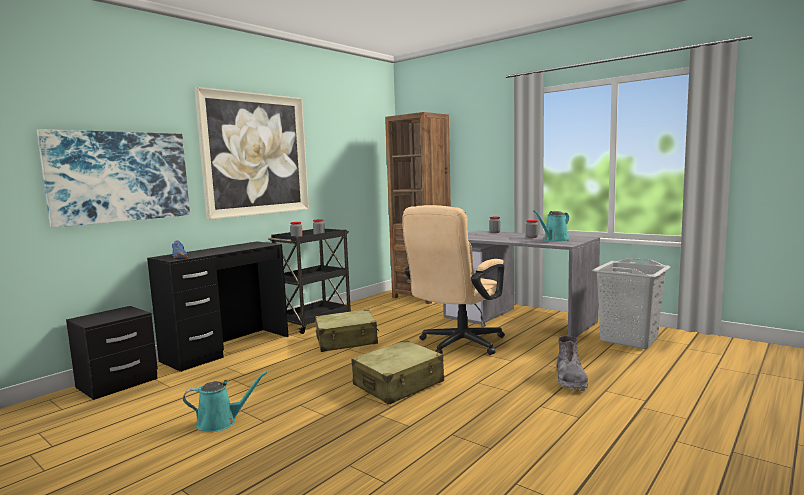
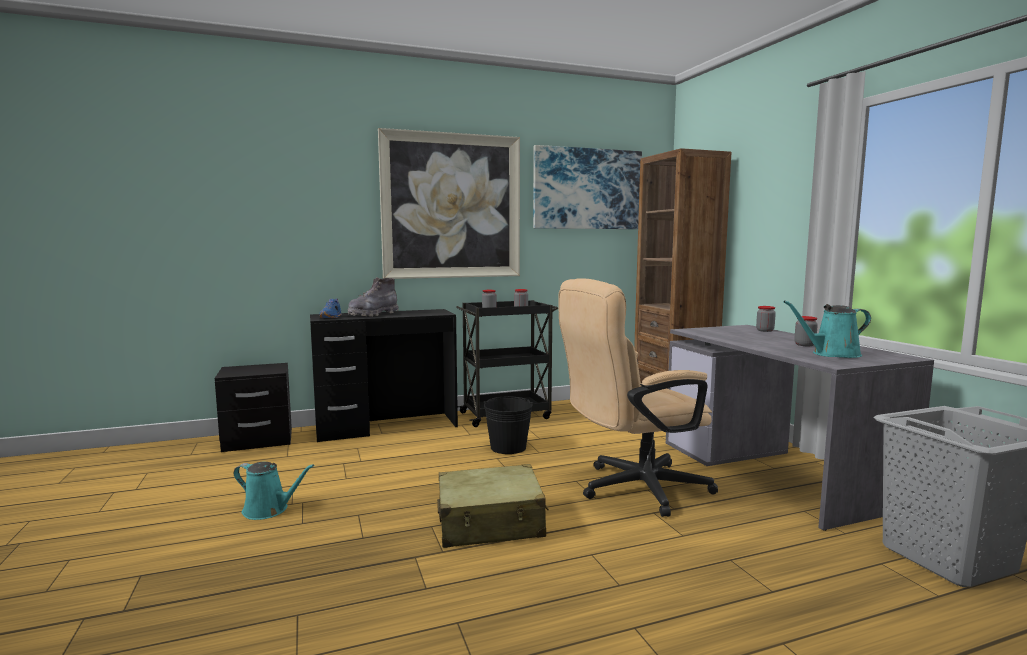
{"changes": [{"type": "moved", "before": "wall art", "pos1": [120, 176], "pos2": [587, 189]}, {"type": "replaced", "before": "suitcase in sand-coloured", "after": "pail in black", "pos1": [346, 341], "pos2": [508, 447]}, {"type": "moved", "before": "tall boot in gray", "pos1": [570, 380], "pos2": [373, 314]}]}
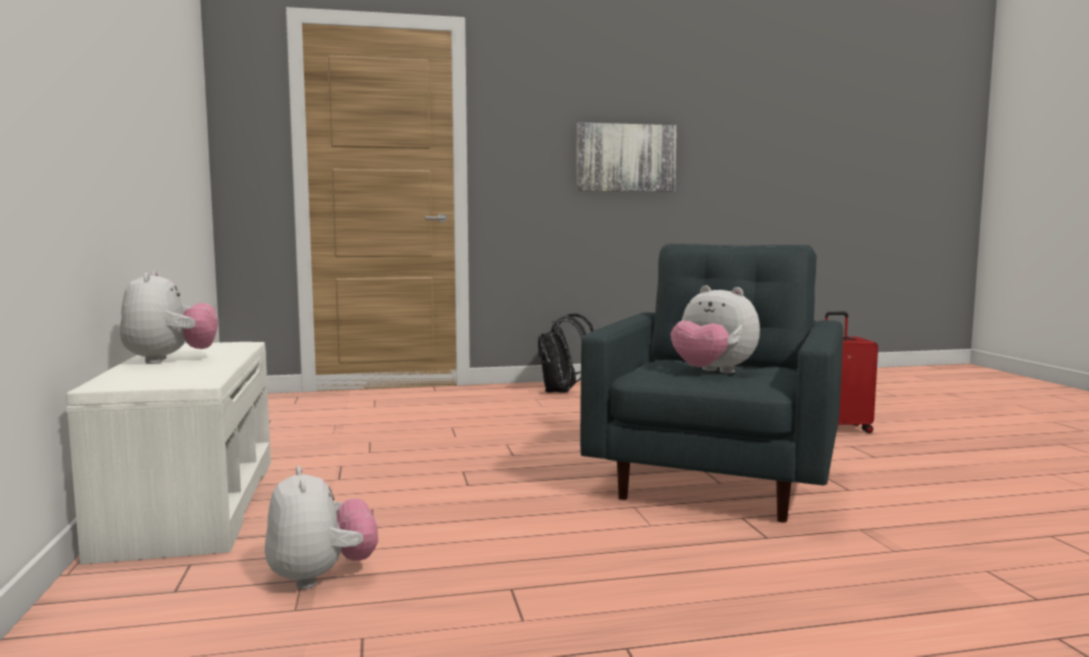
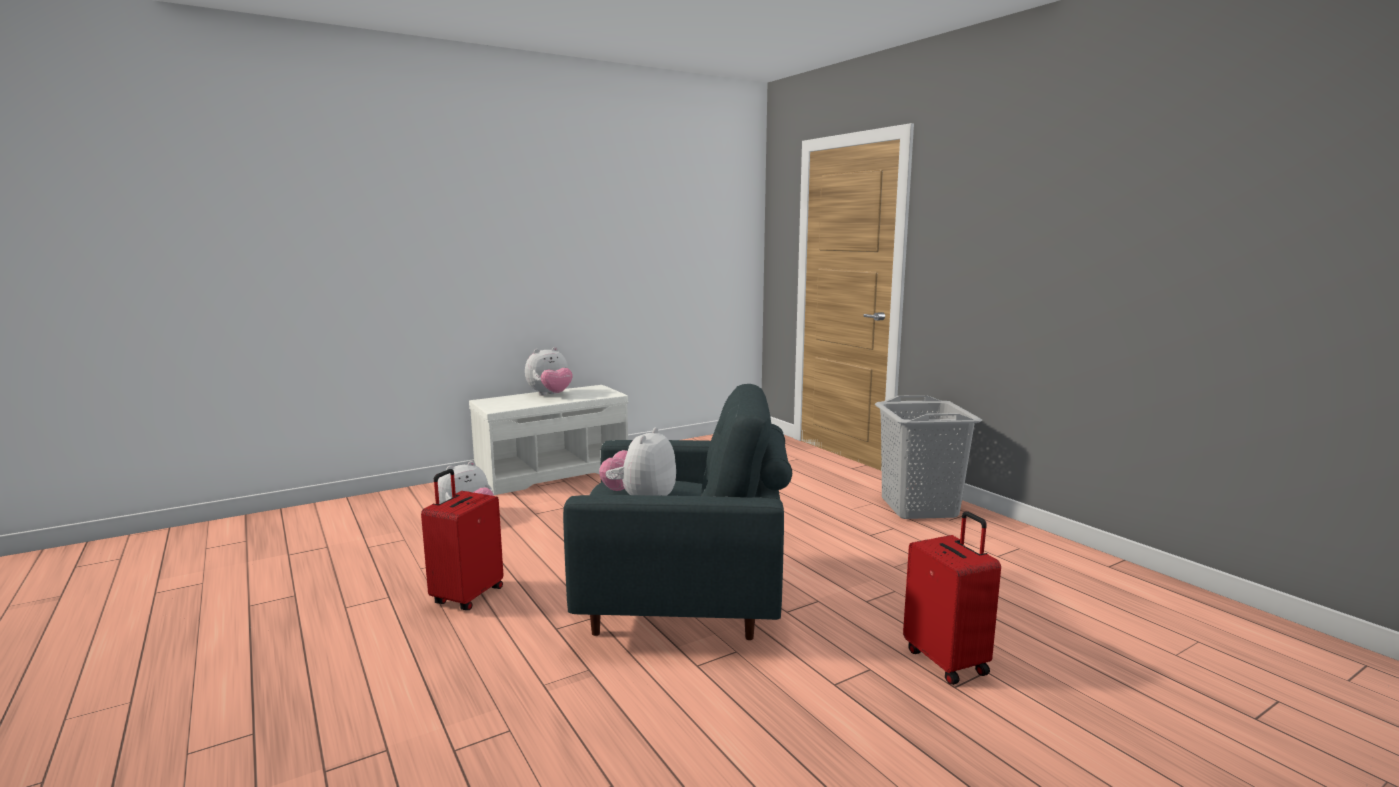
{"changes": [{"type": "removed", "before": "wall art", "pos1": [625, 158]}, {"type": "replaced", "before": "rucksack in black", "after": "hamper in gray", "pos1": [562, 391], "pos2": [918, 508]}, {"type": "added", "after": "suitcase in red-coloured", "pos2": [466, 596]}]}
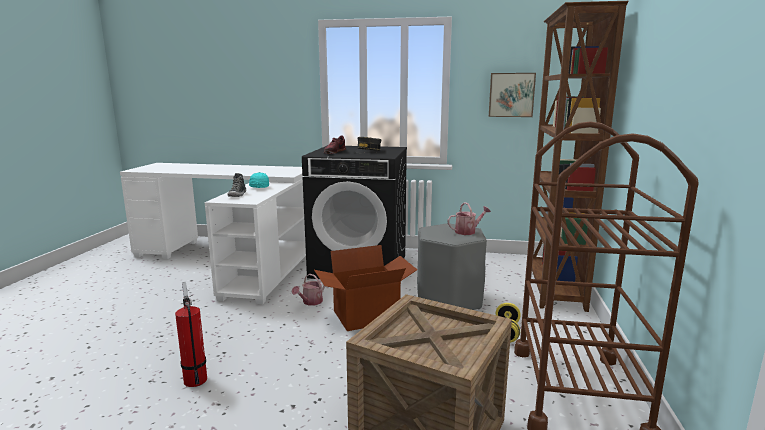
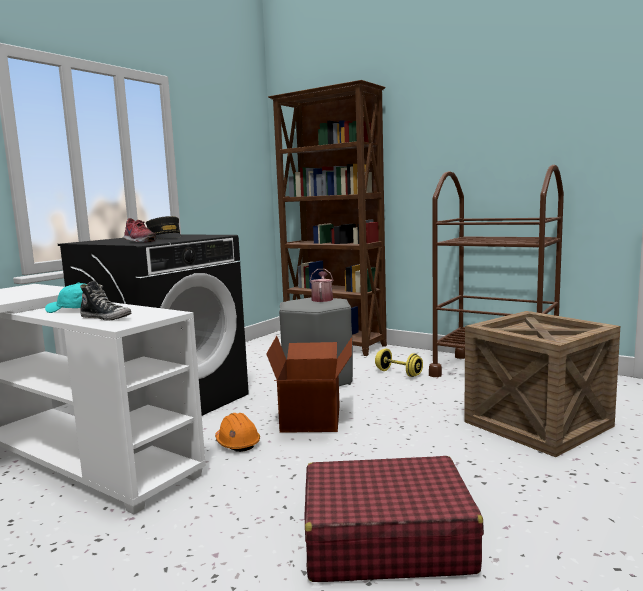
{"changes": [{"type": "removed", "before": "wall art", "pos1": [511, 95]}, {"type": "replaced", "before": "watering can", "after": "safety helmet in orangey", "pos1": [310, 302], "pos2": [237, 443]}, {"type": "replaced", "before": "fire-fighting cylinder", "after": "suitcase in red-coloured", "pos1": [195, 378], "pos2": [385, 539]}]}
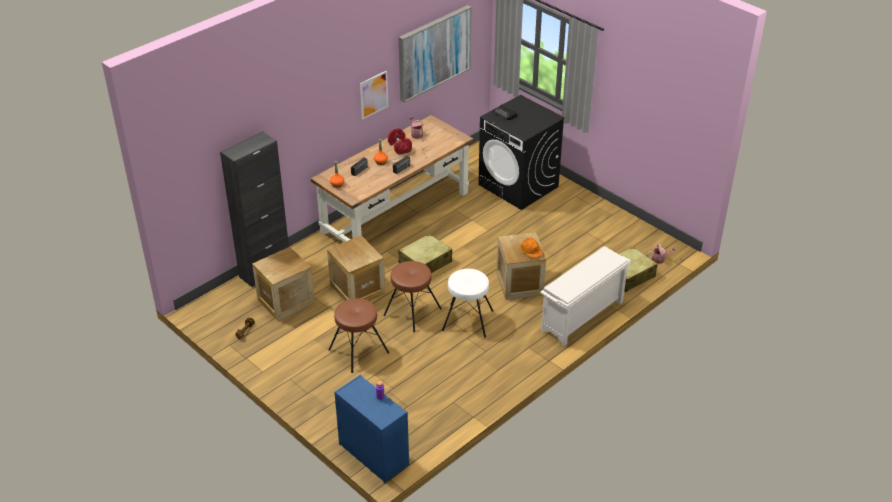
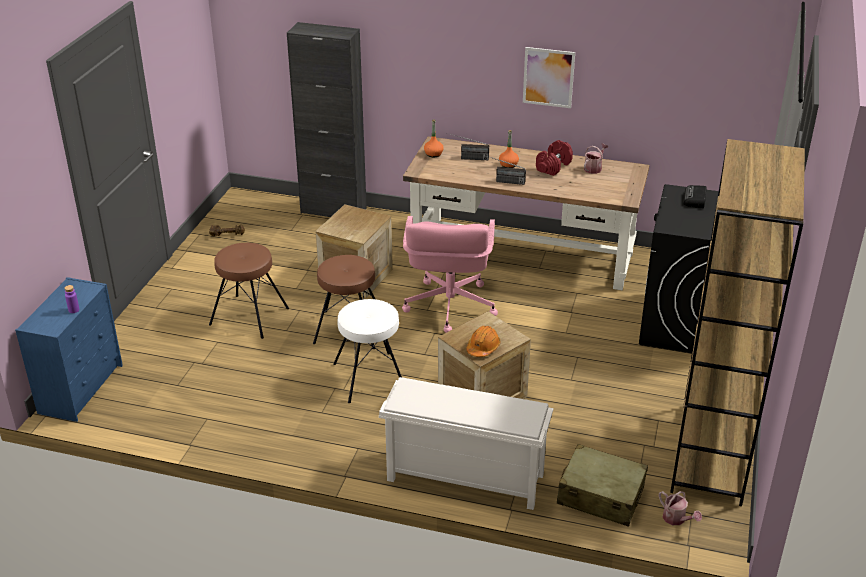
{"changes": [{"type": "removed", "before": "wall art", "pos1": [434, 52]}, {"type": "replaced", "before": "suitcase in sand-coloured", "after": "computer chair in pinkish", "pos1": [425, 263], "pos2": [449, 306]}, {"type": "removed", "before": "crate", "pos1": [286, 301]}, {"type": "added", "after": "bookshelf in brownish", "pos2": [711, 454]}]}
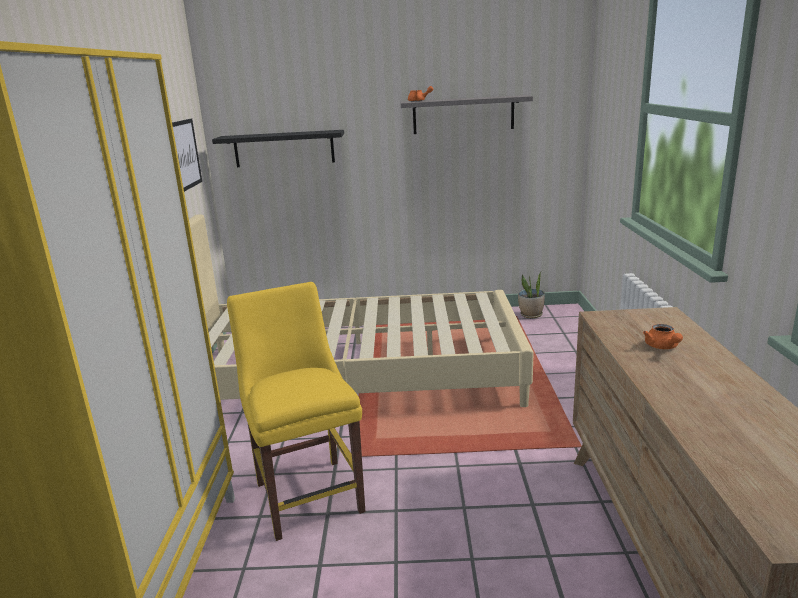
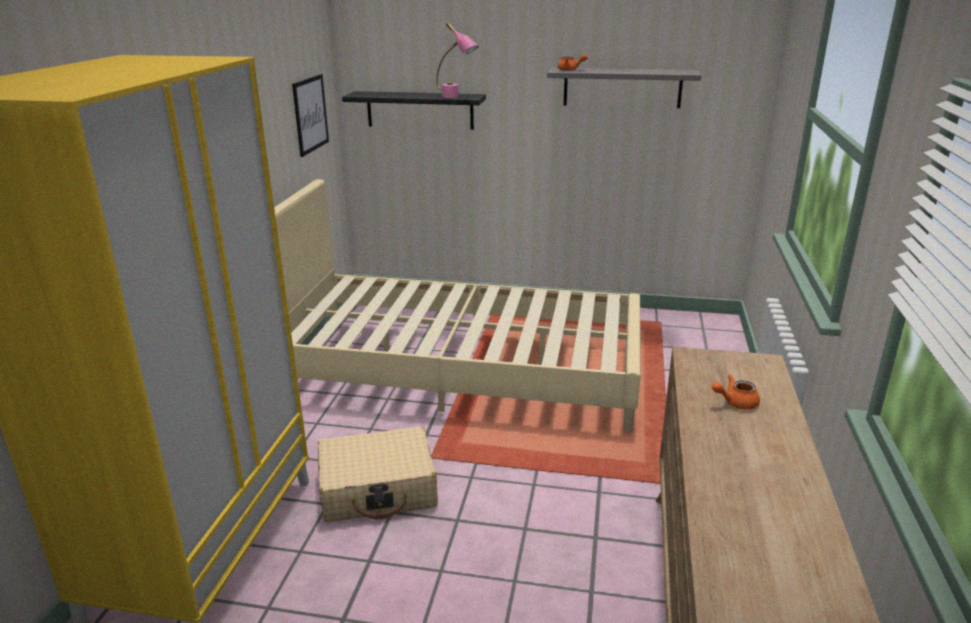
{"changes": [{"type": "removed", "before": "plant in a pot", "pos1": [531, 315]}, {"type": "replaced", "before": "chair in yellow-coloured", "after": "suitcase in sand-coloured", "pos1": [308, 493], "pos2": [378, 488]}, {"type": "turned", "before": "pot for tea in orangey", "pos1": [662, 347], "pos2": [735, 402], "turn": 75}, {"type": "added", "after": "table lamp in pinkish", "pos2": [456, 97]}]}
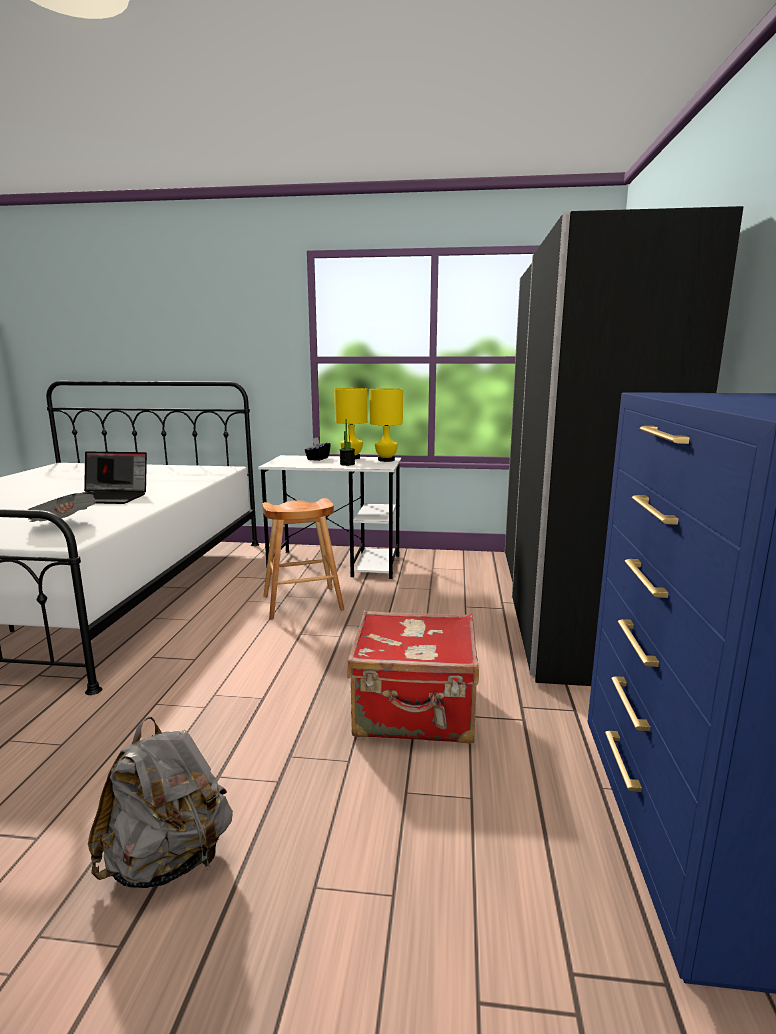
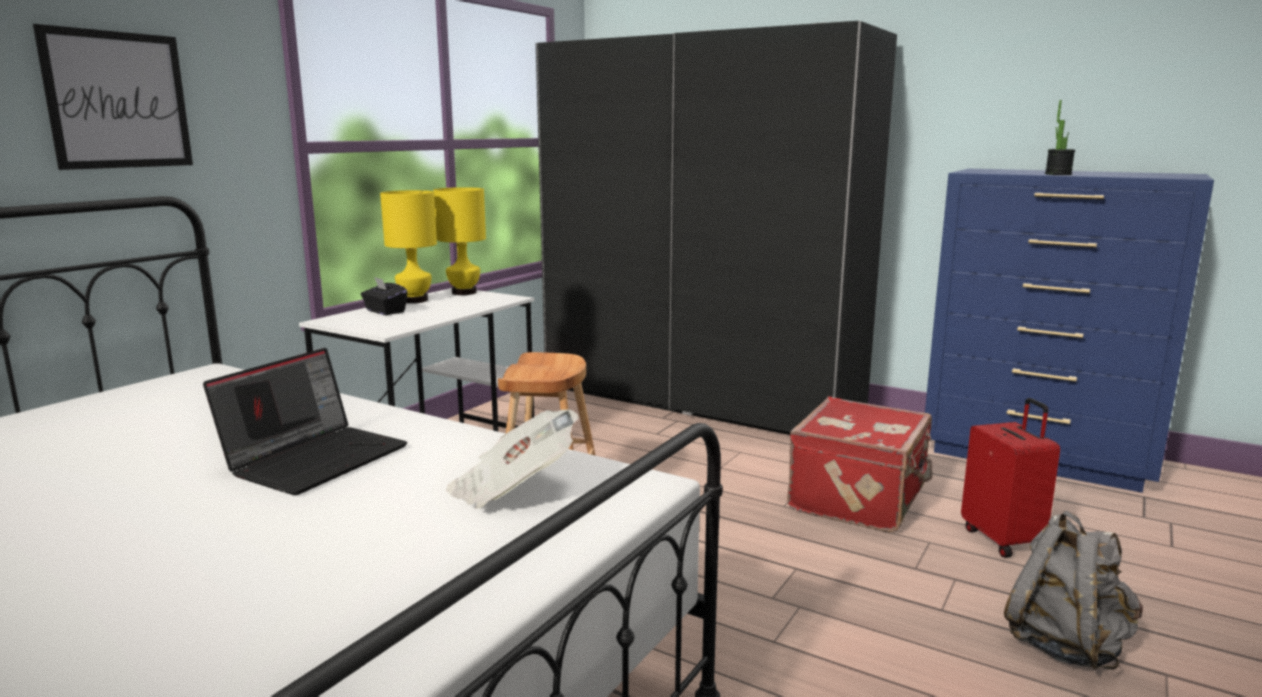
{"changes": [{"type": "moved", "before": "plant in a pot", "pos1": [347, 464], "pos2": [1058, 174]}, {"type": "added", "after": "wall art", "pos2": [118, 100]}, {"type": "added", "after": "suitcase in red-coloured", "pos2": [1003, 540]}]}
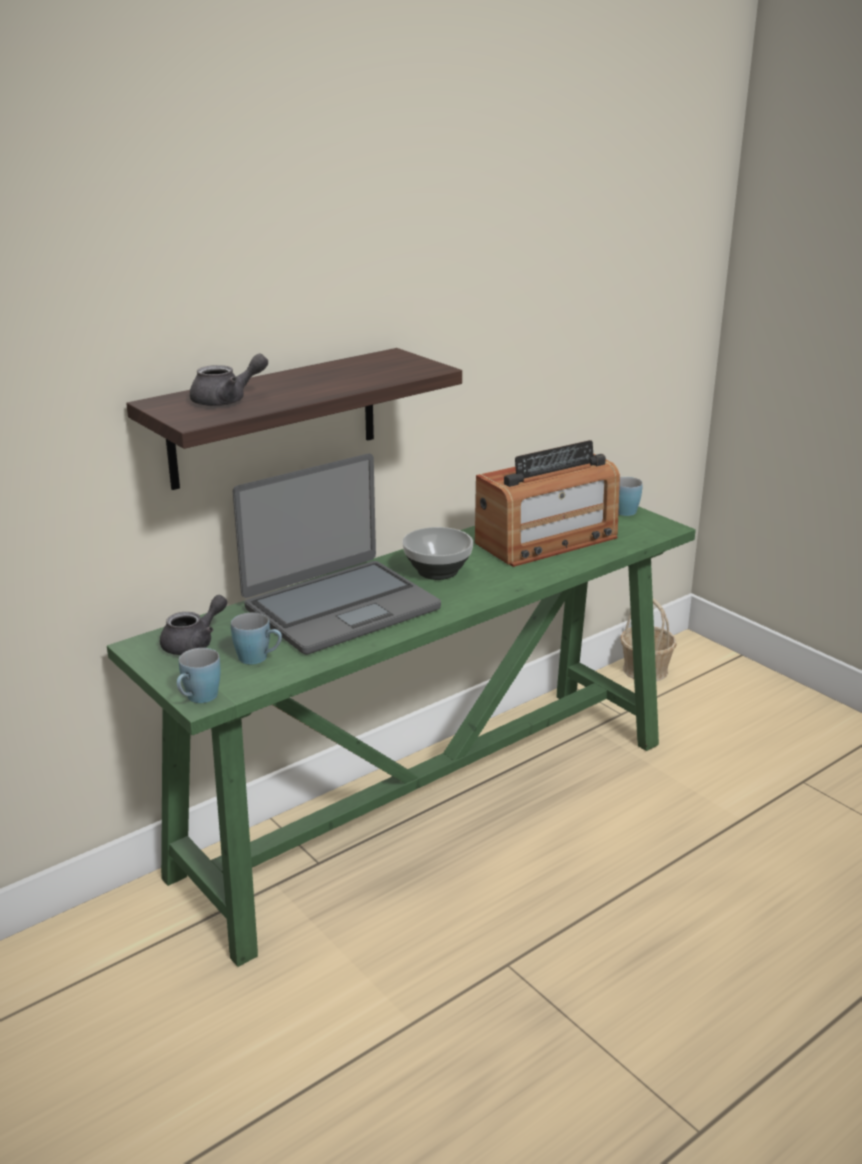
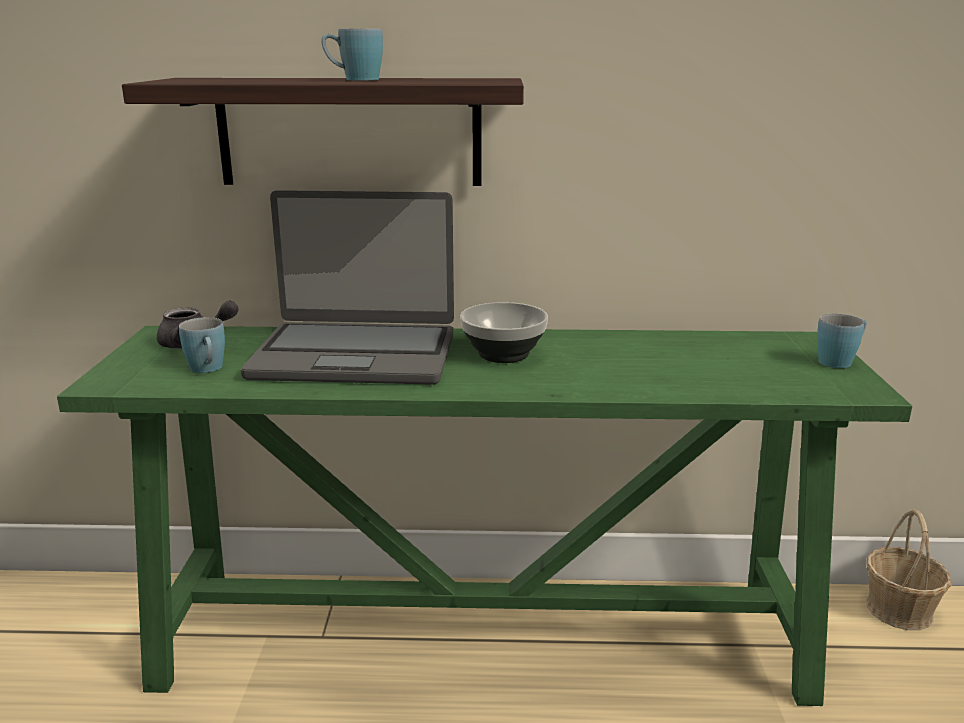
{"changes": [{"type": "removed", "before": "pot for tea in gray", "pos1": [227, 400]}, {"type": "removed", "before": "radio receiver", "pos1": [547, 540]}, {"type": "moved", "before": "coffee mug in blue-coloured", "pos1": [198, 699], "pos2": [354, 80]}]}
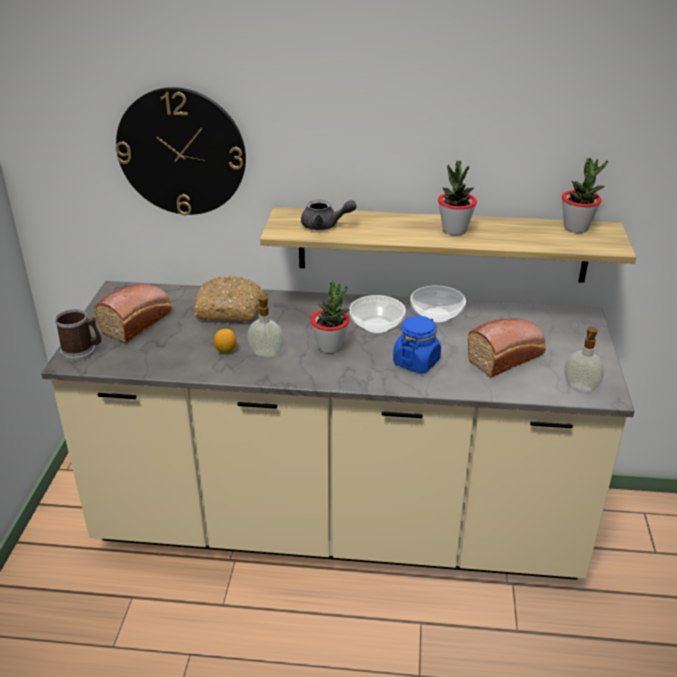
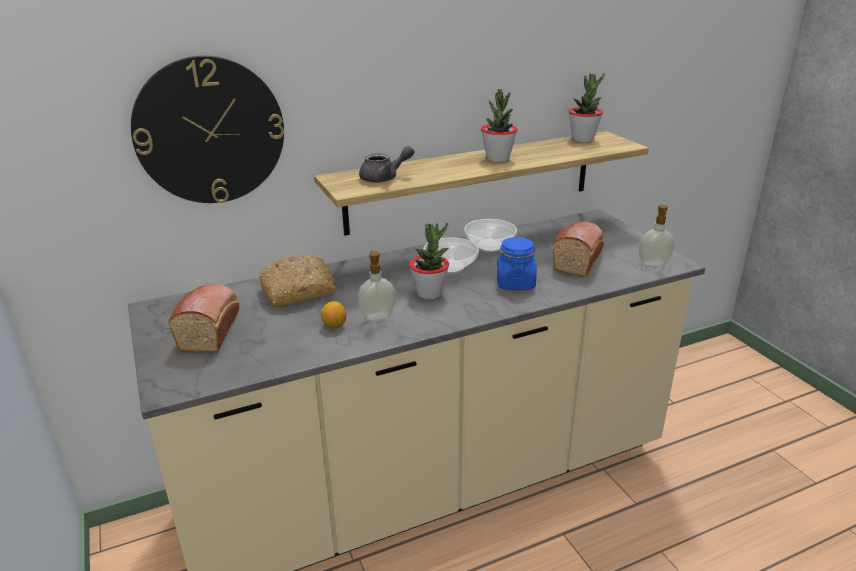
{"changes": [{"type": "removed", "before": "coffee mug", "pos1": [82, 351]}]}
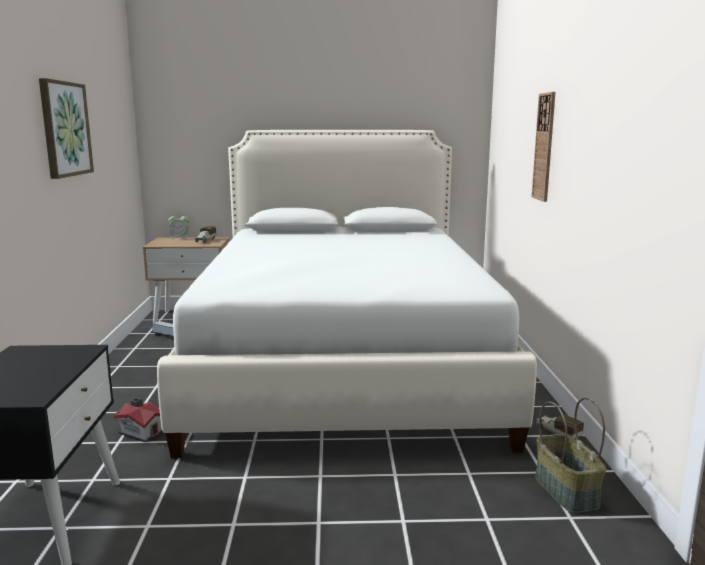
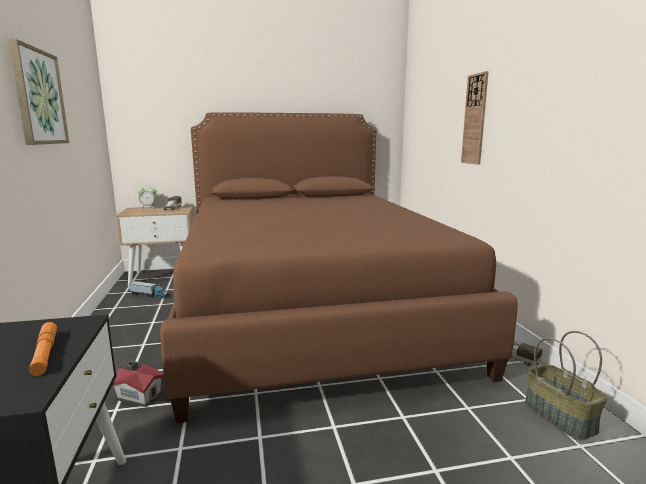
{"changes": [{"type": "recoloured", "before": "sleeping bed in whitish", "after": "sleeping bed in brownish", "pos1": [344, 362], "pos2": [310, 307]}, {"type": "added", "after": "torch in orangey", "pos2": [45, 353]}]}
